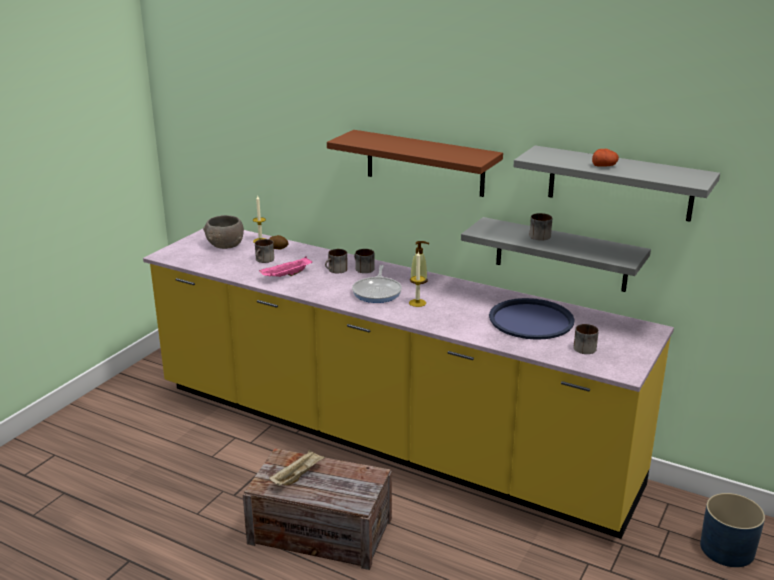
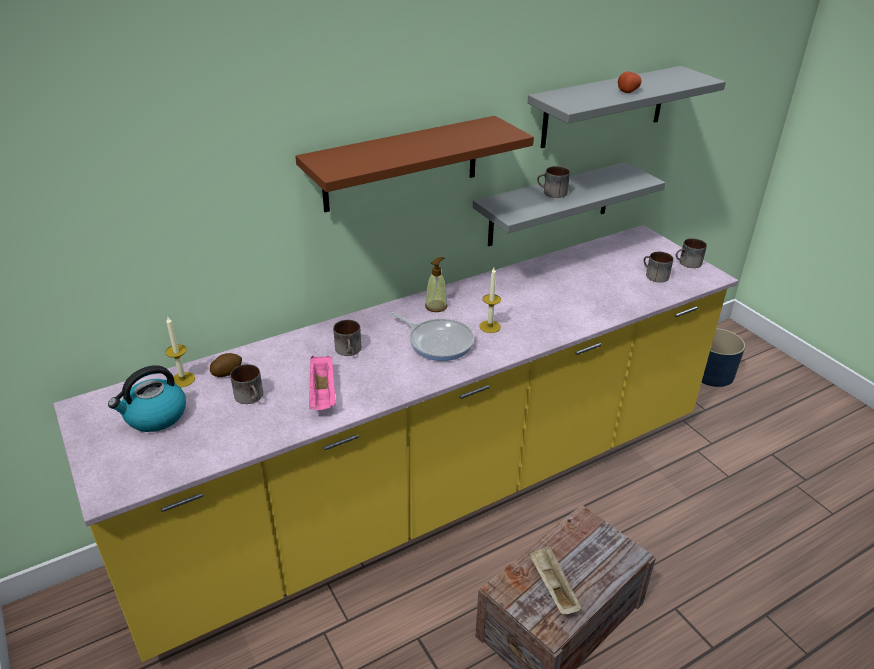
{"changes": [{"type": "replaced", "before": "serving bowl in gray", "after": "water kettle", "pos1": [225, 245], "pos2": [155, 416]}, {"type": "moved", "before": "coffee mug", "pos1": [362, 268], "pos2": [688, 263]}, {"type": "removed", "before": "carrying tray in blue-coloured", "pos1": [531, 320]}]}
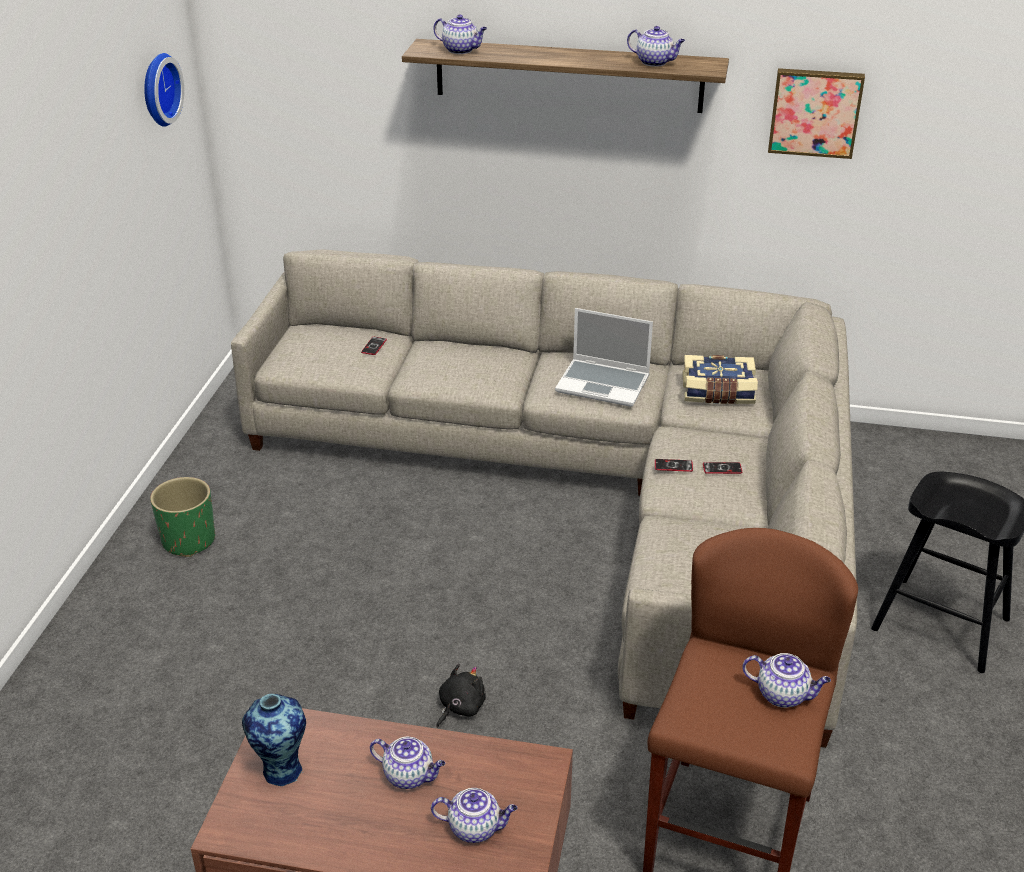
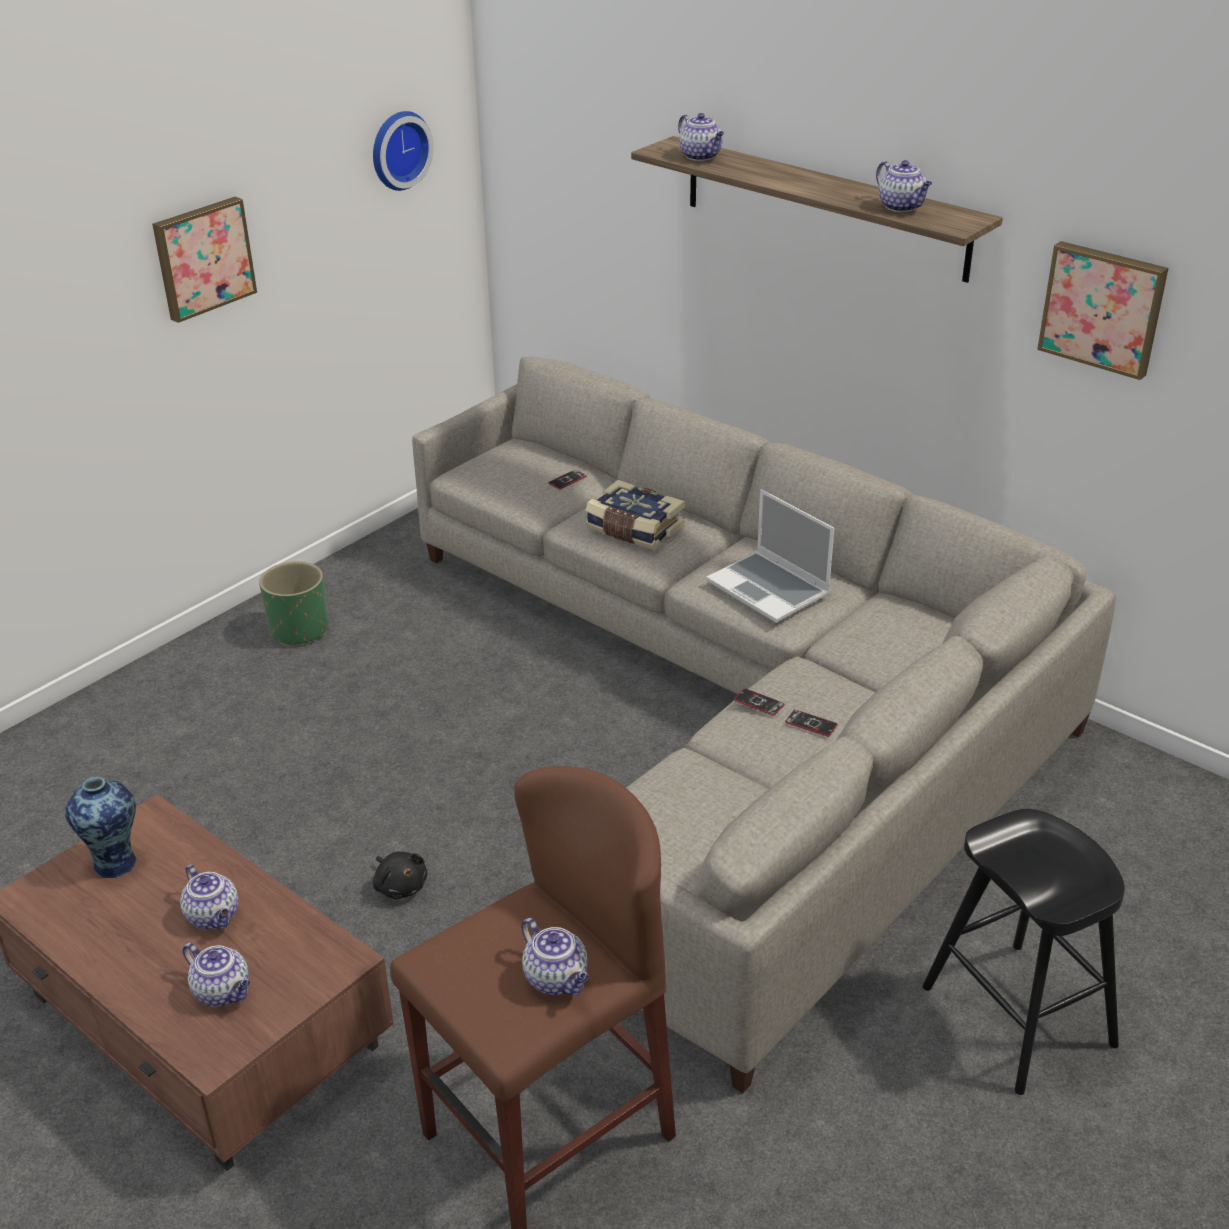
{"changes": [{"type": "moved", "before": "bound book", "pos1": [718, 392], "pos2": [634, 530]}, {"type": "turned", "before": "soft toy in black", "pos1": [460, 707], "pos2": [400, 886], "turn": 75}, {"type": "added", "after": "wall art", "pos2": [202, 258]}]}
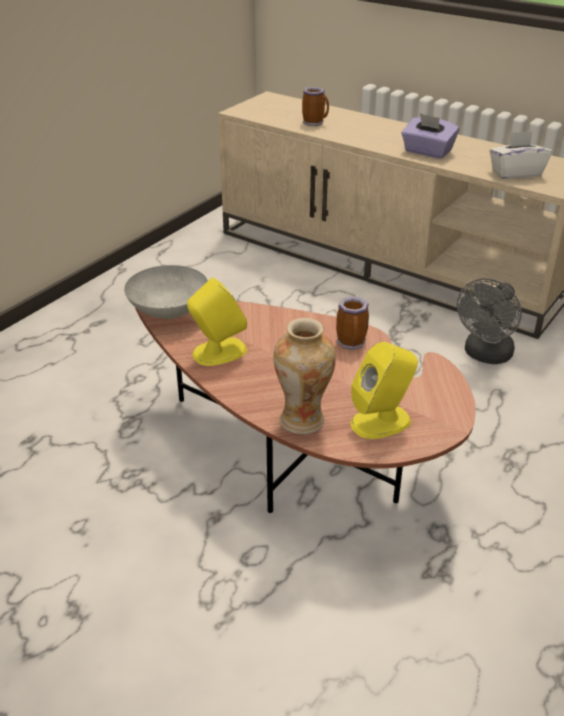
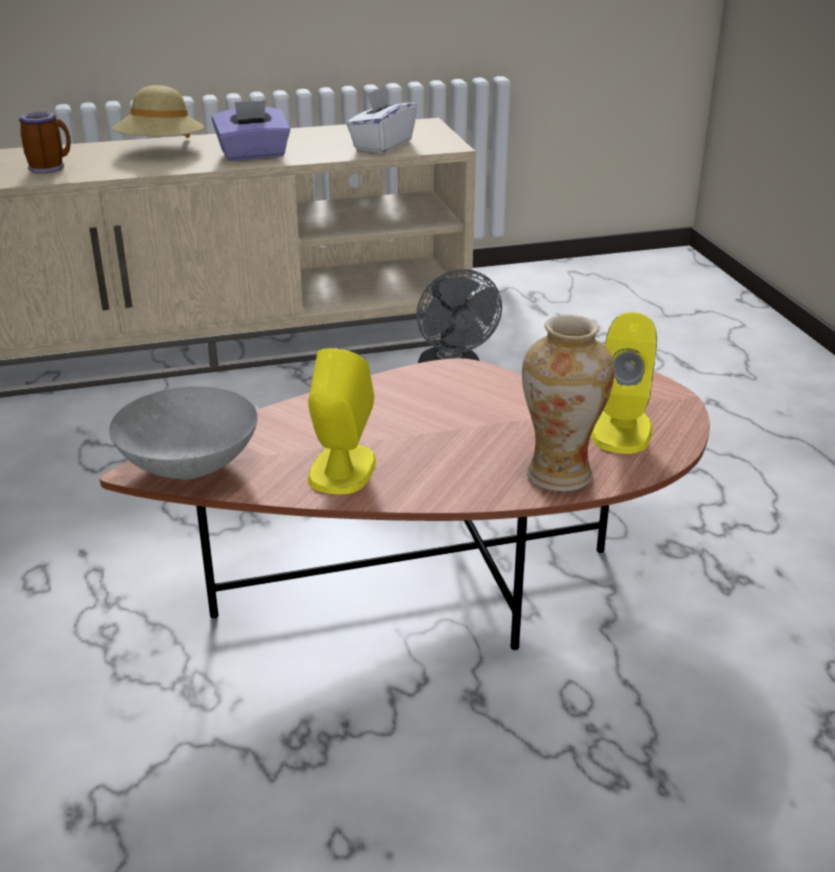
{"changes": [{"type": "removed", "before": "coffee mug", "pos1": [352, 344]}, {"type": "added", "after": "clothing hat in sand-coloured", "pos2": [161, 149]}]}
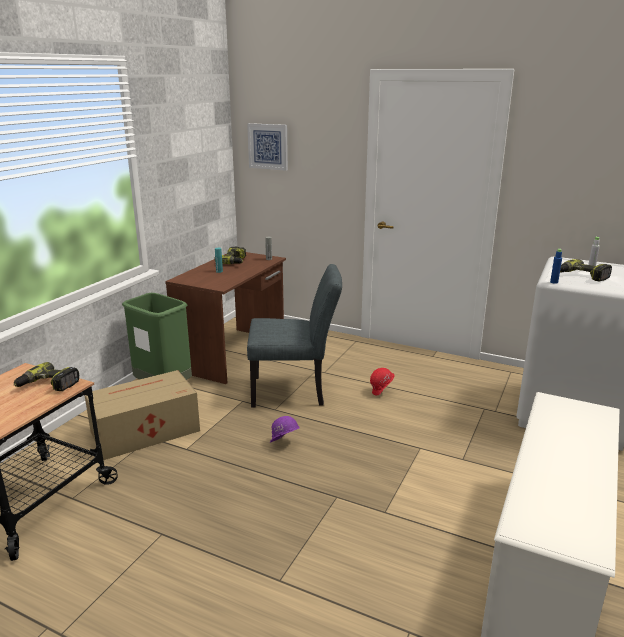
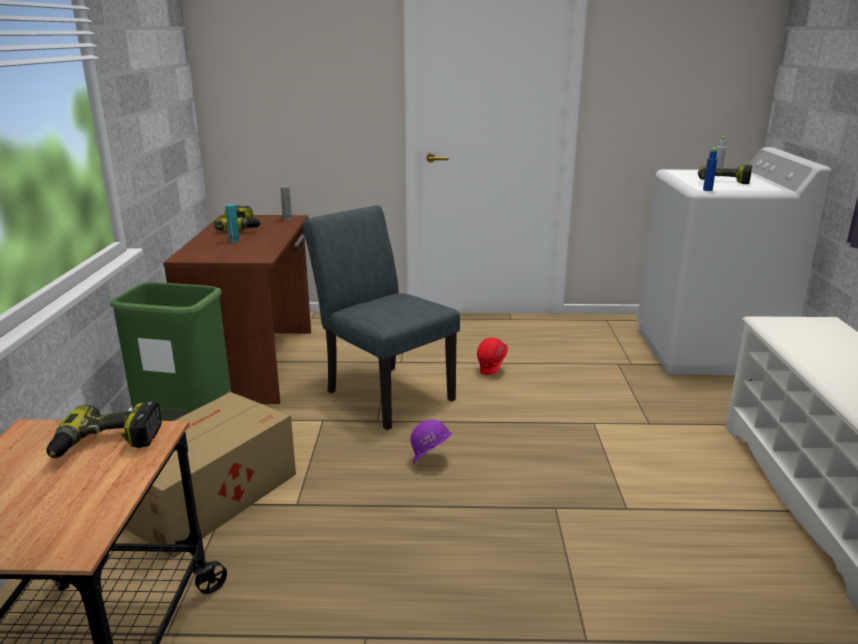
{"changes": [{"type": "removed", "before": "wall art", "pos1": [268, 146]}, {"type": "turned", "before": "chair in gray", "pos1": [295, 391], "pos2": [383, 392], "turn": -105}]}
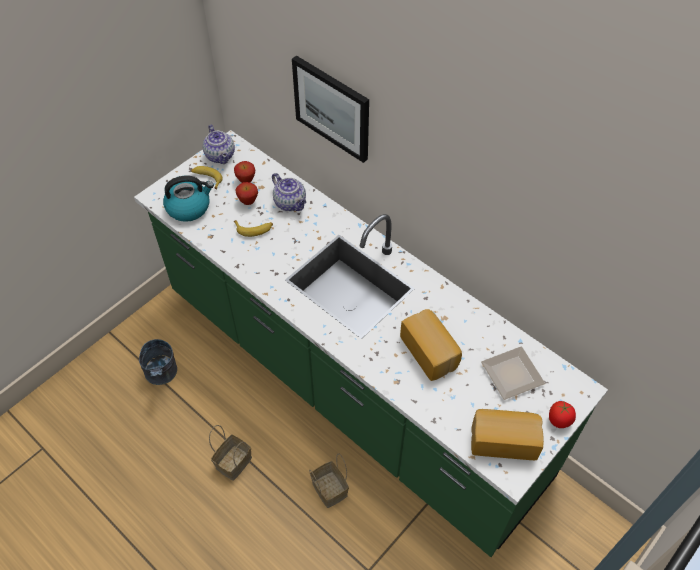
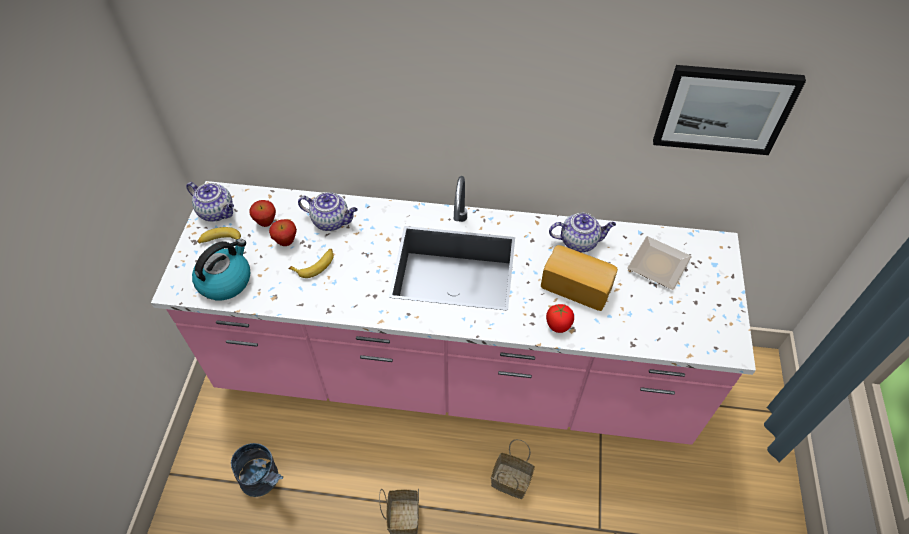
{"changes": [{"type": "moved", "before": "wall art", "pos1": [332, 108], "pos2": [724, 109]}, {"type": "recoloured", "before": "kitchen counter in greenish", "after": "kitchen counter in pinkish", "pos1": [350, 384], "pos2": [454, 374]}, {"type": "moved", "before": "fresh tomato", "pos1": [559, 420], "pos2": [558, 325]}, {"type": "removed", "before": "bread", "pos1": [503, 439]}, {"type": "added", "after": "pot for tea", "pos2": [579, 241]}]}
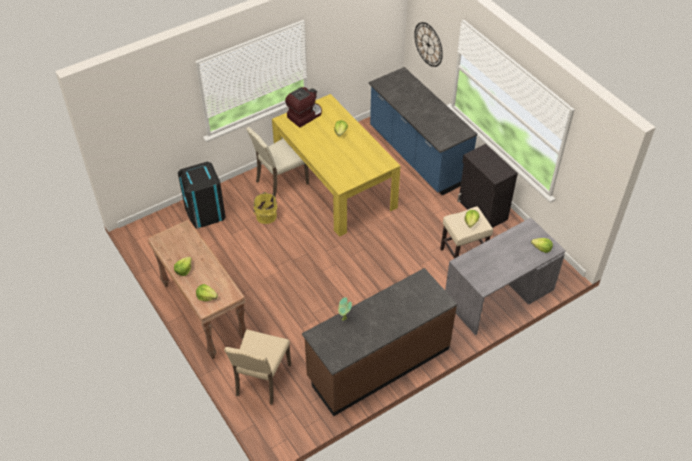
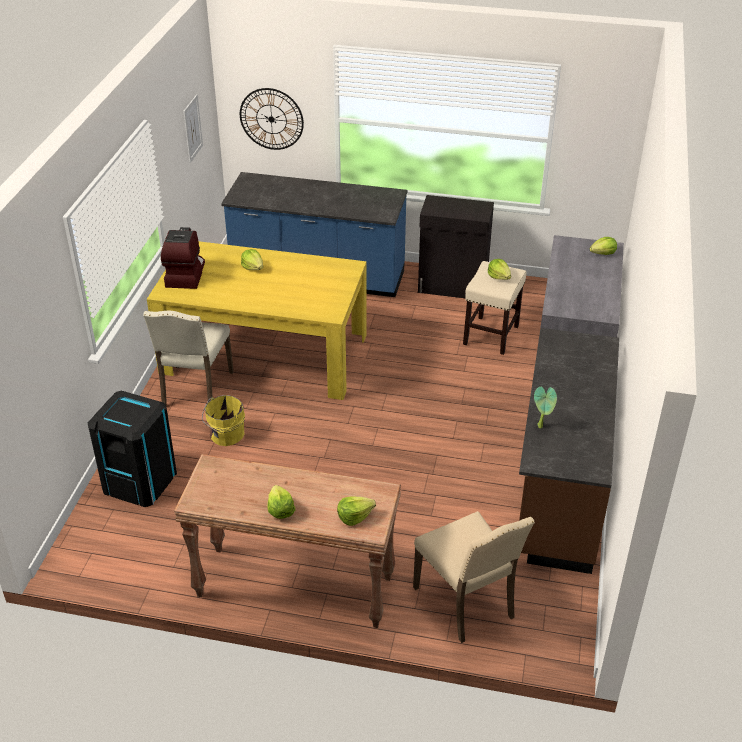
{"changes": [{"type": "added", "after": "wall art", "pos2": [192, 128]}]}
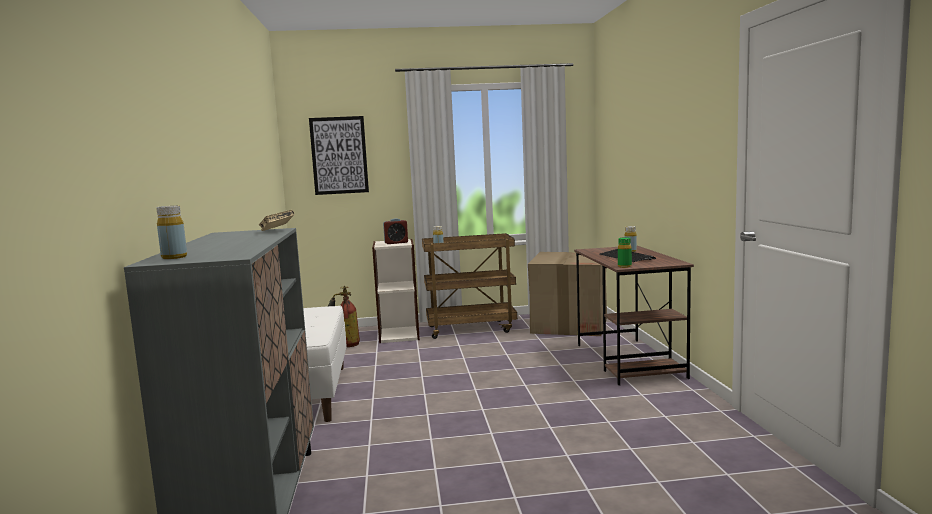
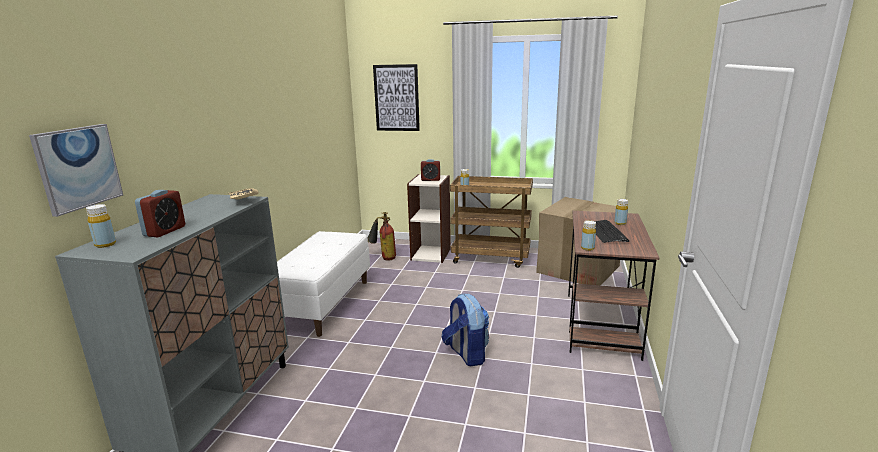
{"changes": [{"type": "recoloured", "before": "bottle in greenish", "after": "bottle in yellow-coloured", "pos1": [624, 266], "pos2": [587, 248]}, {"type": "added", "after": "wall art", "pos2": [78, 168]}, {"type": "added", "after": "table clock", "pos2": [165, 231]}, {"type": "added", "after": "rucksack", "pos2": [466, 354]}]}
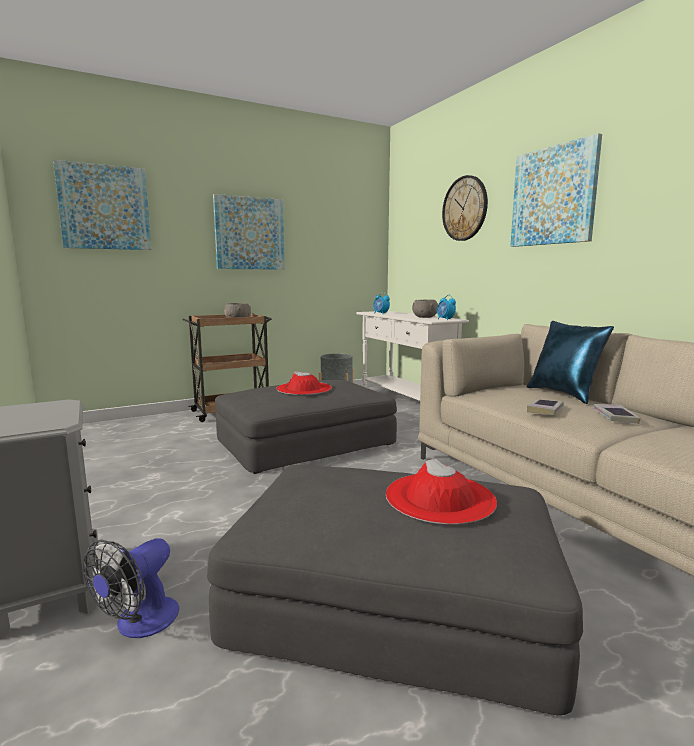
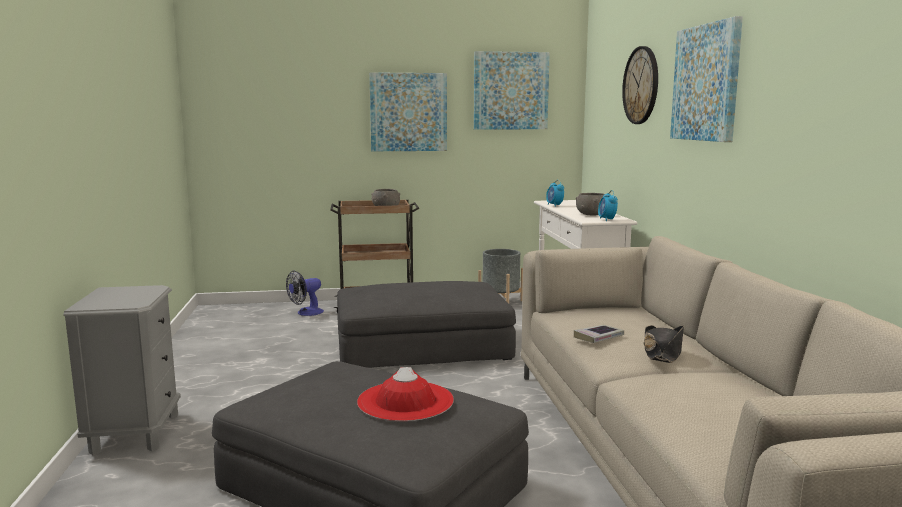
{"changes": [{"type": "moved", "before": "wall art", "pos1": [105, 207], "pos2": [510, 91]}, {"type": "removed", "before": "pillow in blue-coloured", "pos1": [564, 394]}, {"type": "removed", "before": "clothing hat in red-coloured", "pos1": [304, 388]}, {"type": "replaced", "before": "bound book", "after": "clothing hat in black", "pos1": [615, 417], "pos2": [662, 353]}, {"type": "moved", "before": "electric fan", "pos1": [139, 624], "pos2": [306, 313]}]}
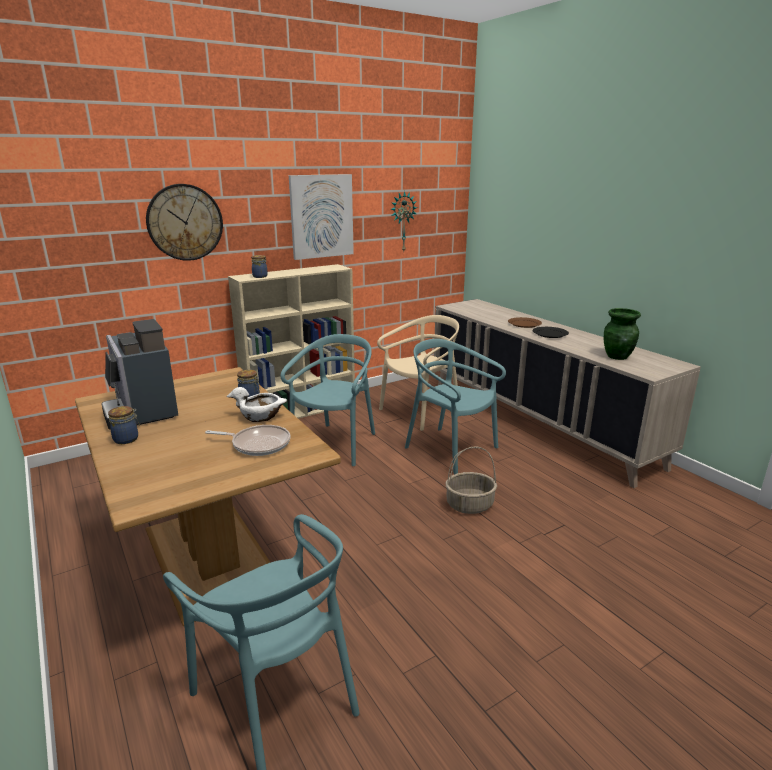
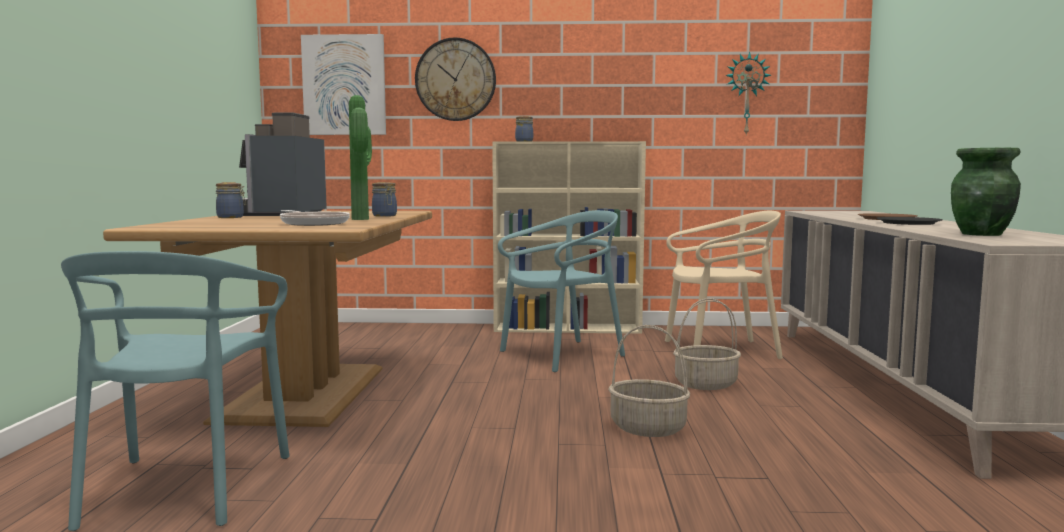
{"changes": [{"type": "moved", "before": "wall art", "pos1": [321, 216], "pos2": [344, 85]}, {"type": "replaced", "before": "chair in blue-green", "after": "storage basket", "pos1": [450, 449], "pos2": [706, 384]}, {"type": "replaced", "before": "serving bowl in whitish", "after": "plant in a pot", "pos1": [261, 416], "pos2": [363, 219]}]}
